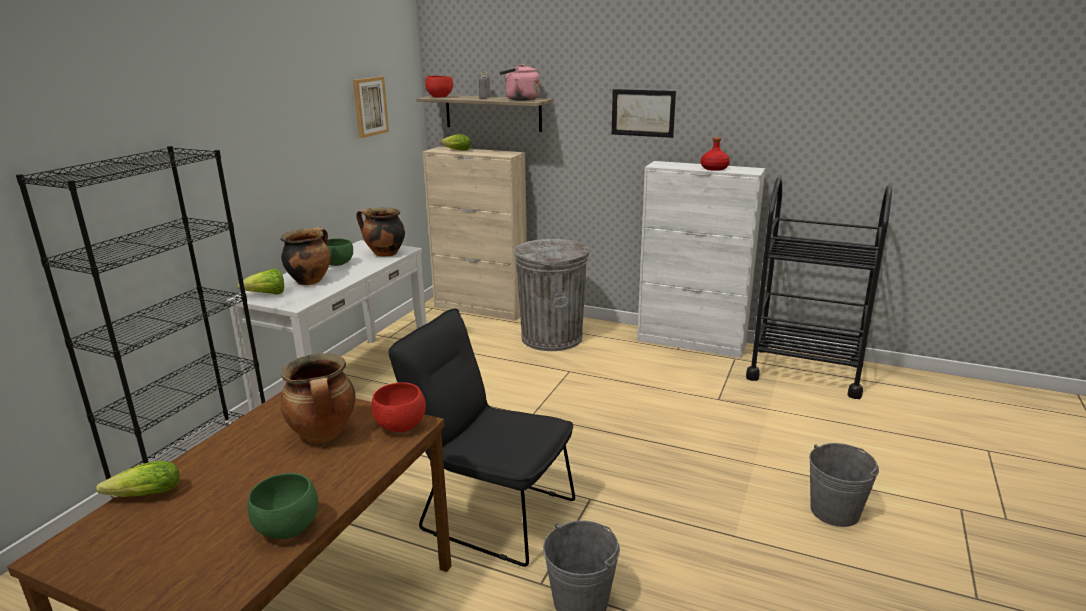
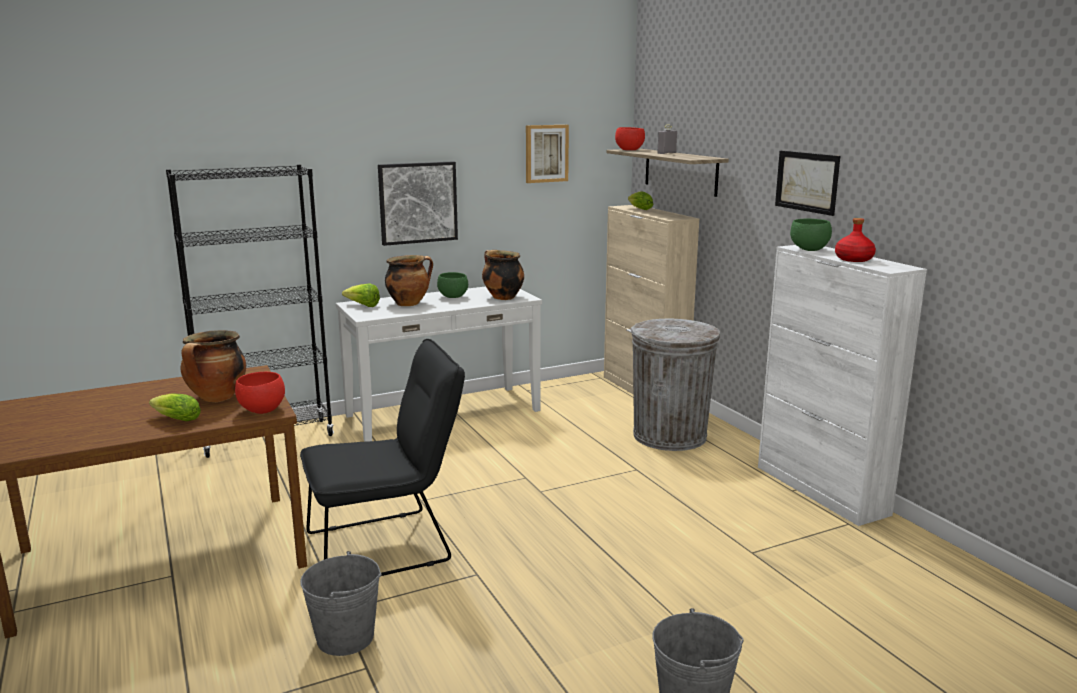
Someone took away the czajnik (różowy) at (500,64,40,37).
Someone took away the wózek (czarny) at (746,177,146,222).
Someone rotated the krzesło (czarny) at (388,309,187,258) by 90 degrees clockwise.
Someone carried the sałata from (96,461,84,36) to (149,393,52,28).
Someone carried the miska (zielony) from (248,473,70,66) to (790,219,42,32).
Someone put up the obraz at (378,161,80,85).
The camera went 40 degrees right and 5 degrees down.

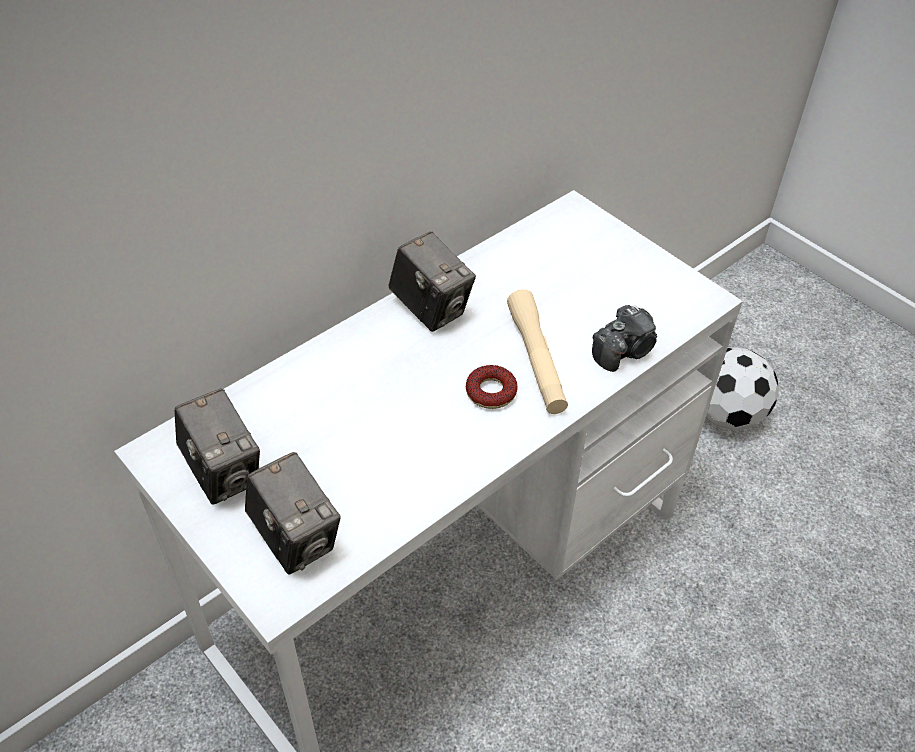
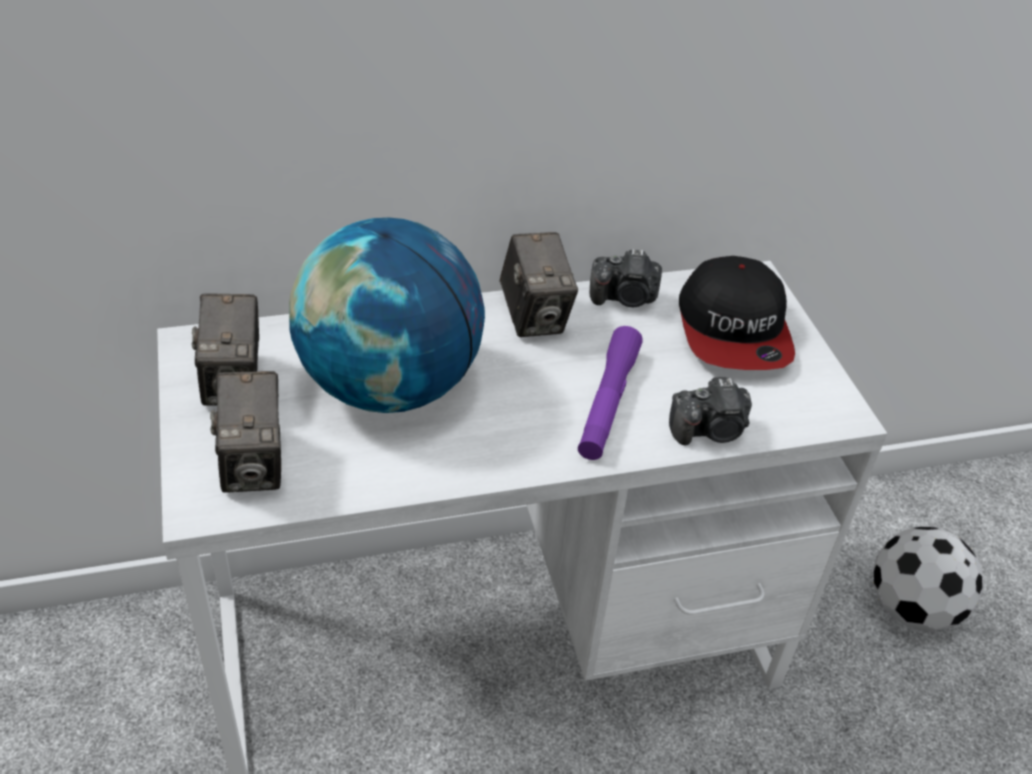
Someone repainted the latarka (beżowy) at (507,289,61,125), which became the latarka (fioletowy) at (578,326,65,134).
Someone took away the donut at (466,365,52,44).
Someone put down the globus at (289,217,196,196).
Someone put down the aparat fotograficzny at (590,249,72,58).
Someone put down the czapka z daszkiem at (679,256,116,114).
The camera went 25 degrees right and 5 degrees down.

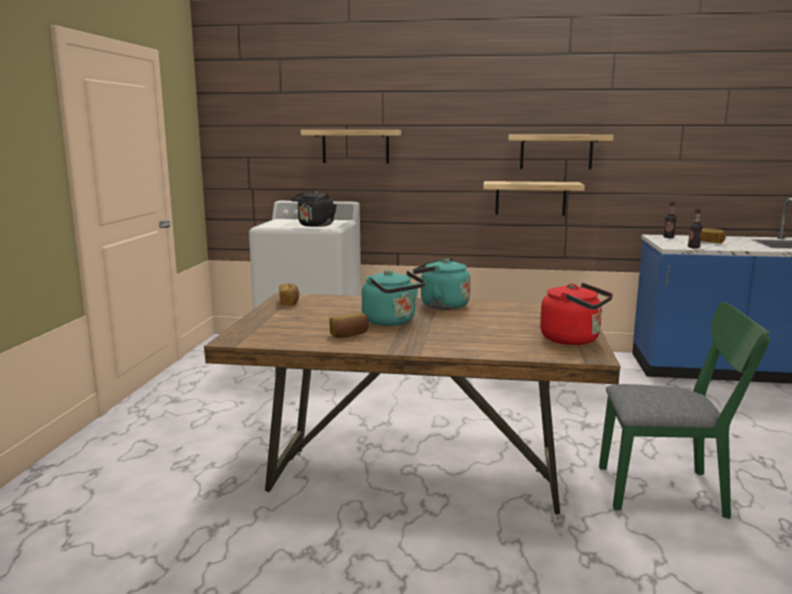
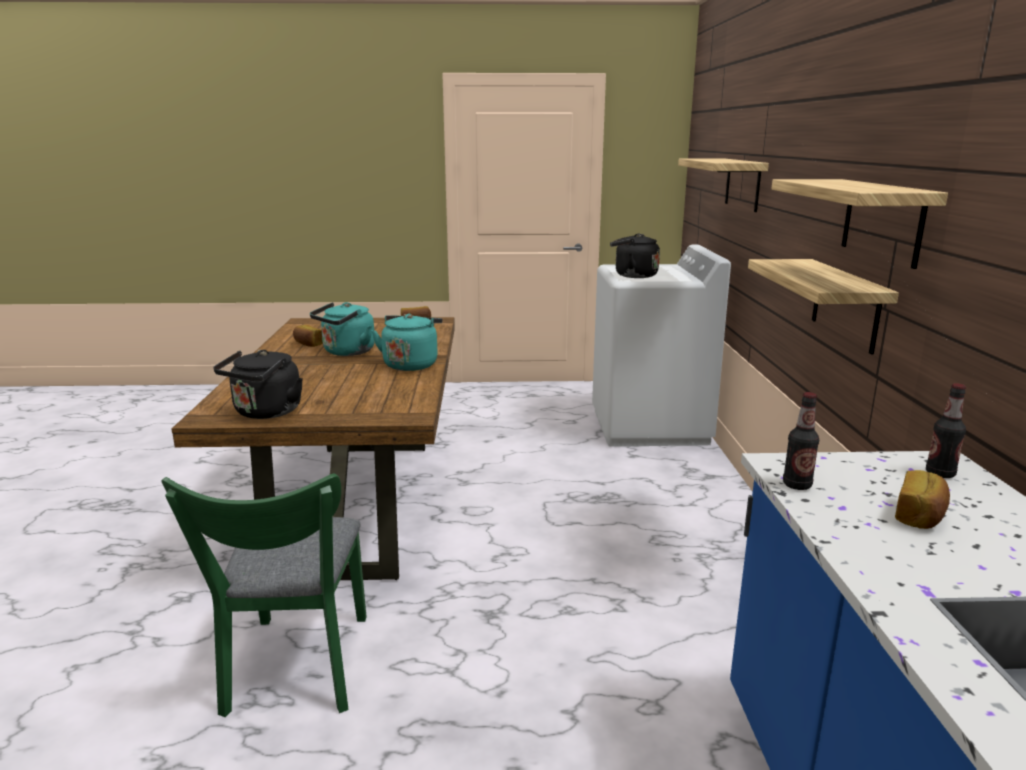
Someone repainted the czajnik (czerwony) at (540,283,73,62), which became the czajnik (czarny) at (213,350,90,69).
The camera went 80 degrees right and 5 degrees up.

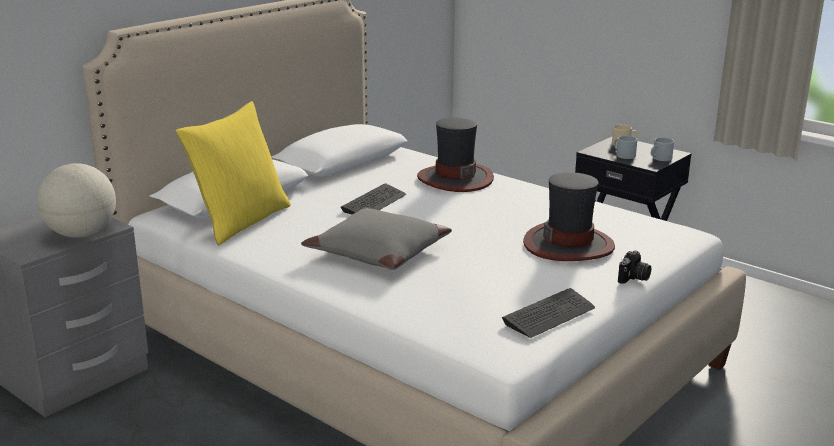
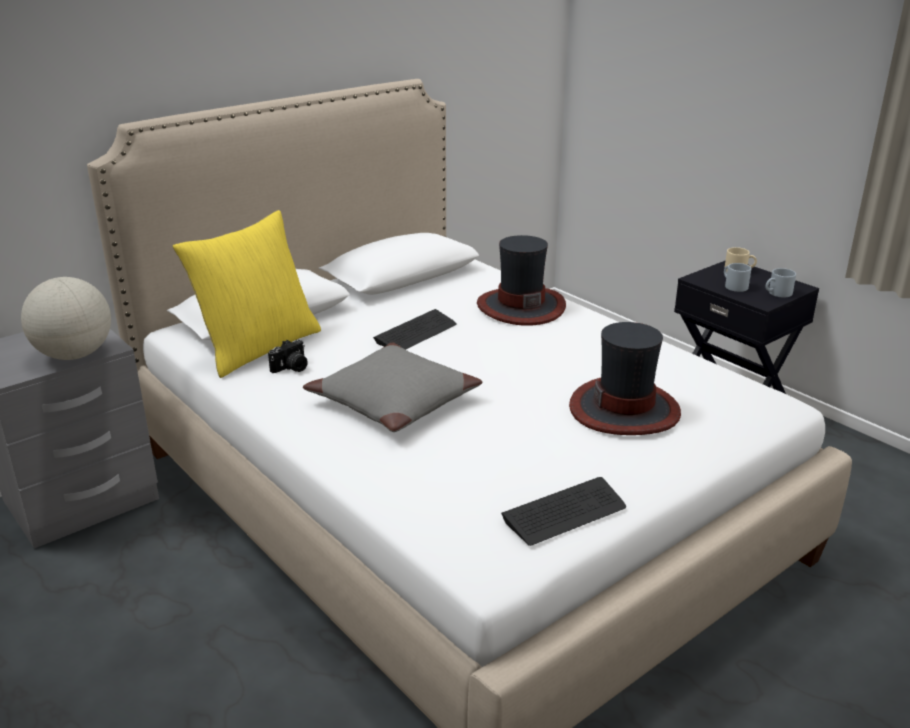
Someone carried the aparat fotograficzny from (618,251,33,33) to (268,340,40,33).
The camera went 10 degrees right and 5 degrees up.

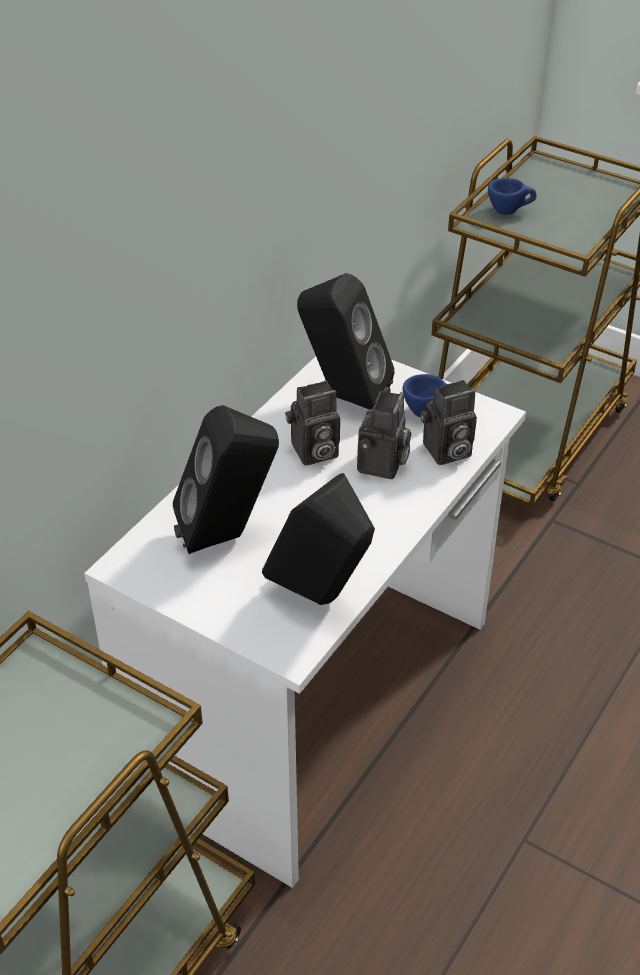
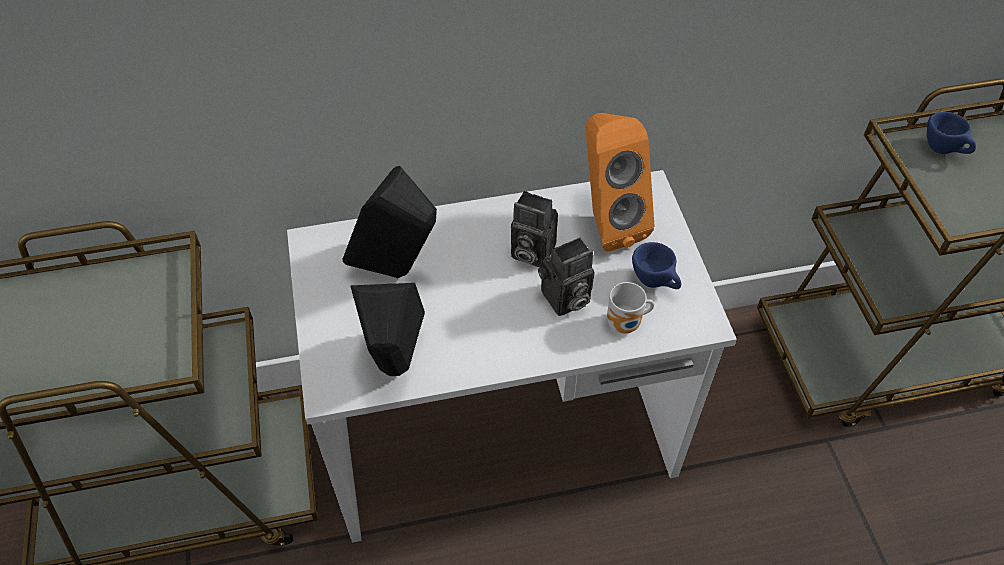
Someone repainted the głośnik (czarny) at (297,273,98,136), which became the głośnik (pomarańczowy) at (585,113,69,138).
Someone swapped the aparat fotograficzny at (420,380,57,85) for the kubek at (607,282,47,52).
The camera went 45 degrees right and 10 degrees up.

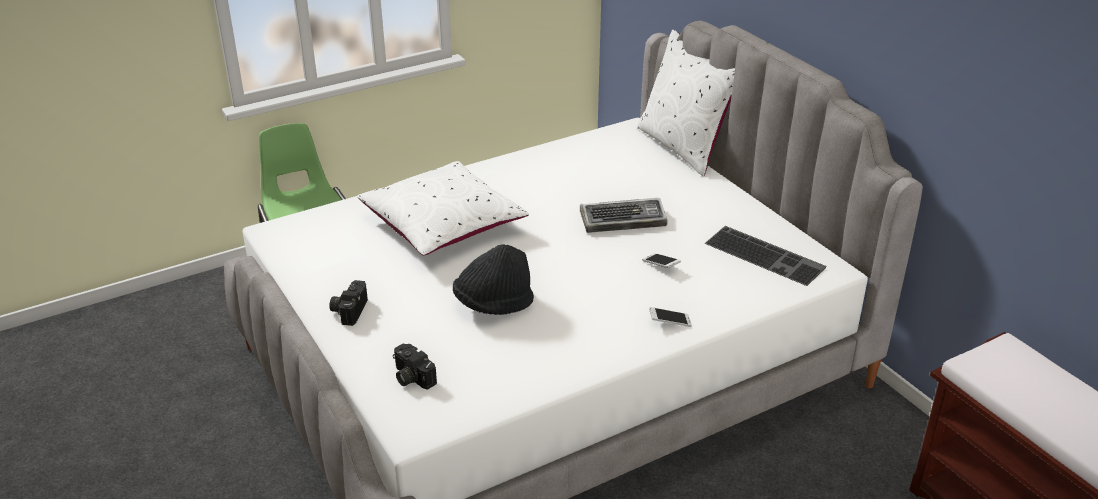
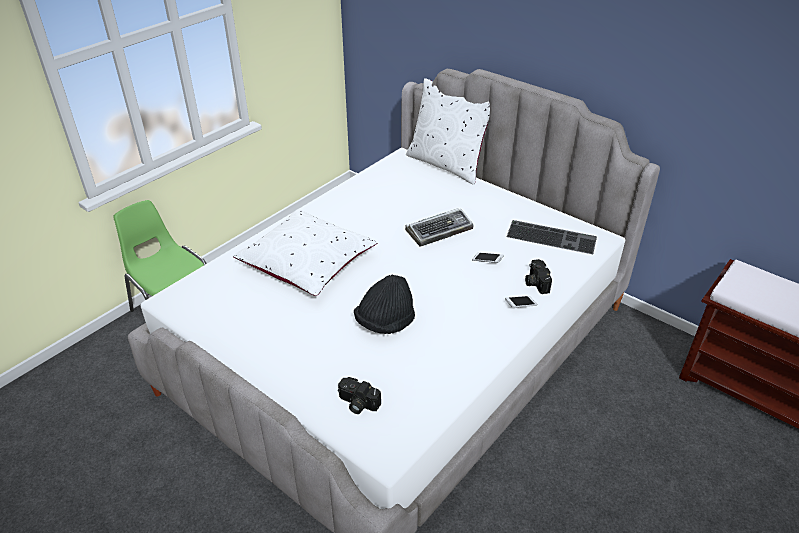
Someone carried the aparat fotograficzny from (330,280,38,46) to (525,259,27,35).
The camera went 20 degrees left and 5 degrees up.

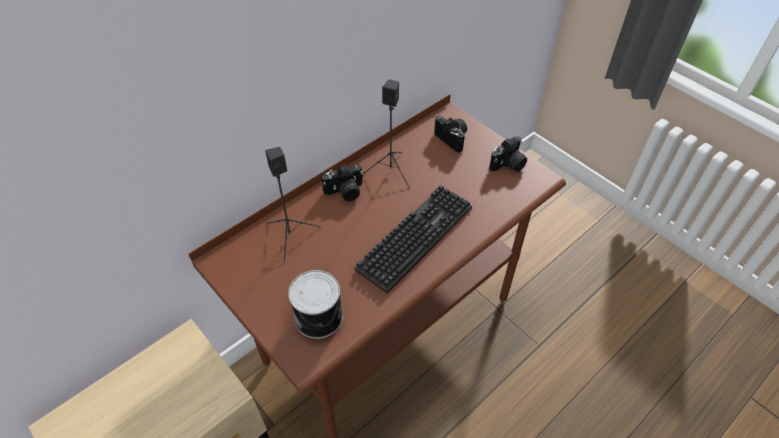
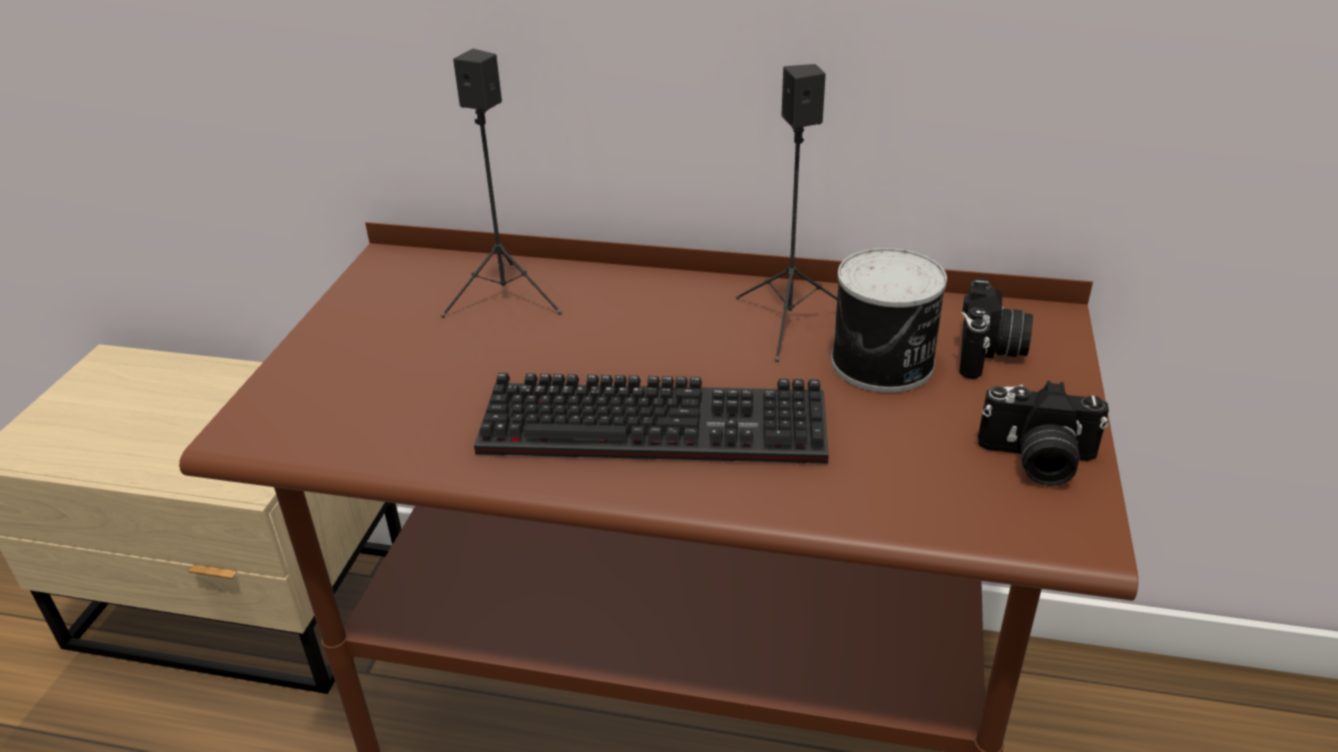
Someone took away the aparat fotograficzny at (321,165,42,36).
Someone carried the puszka from (288,270,55,69) to (831,248,116,145).
The camera went 55 degrees right and 15 degrees down.

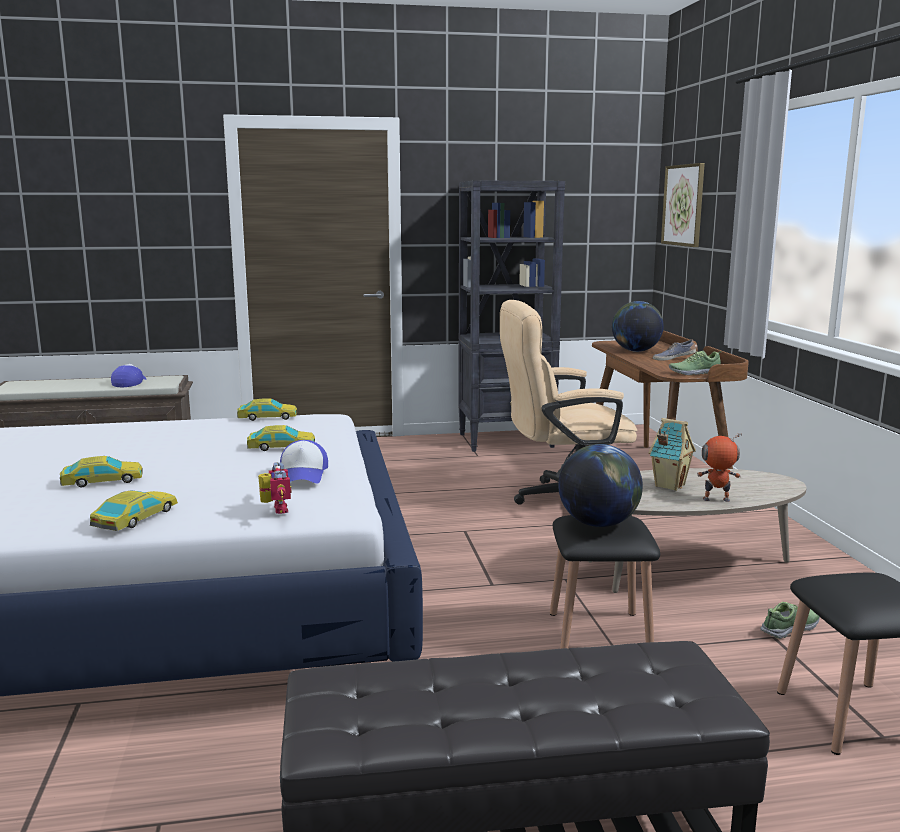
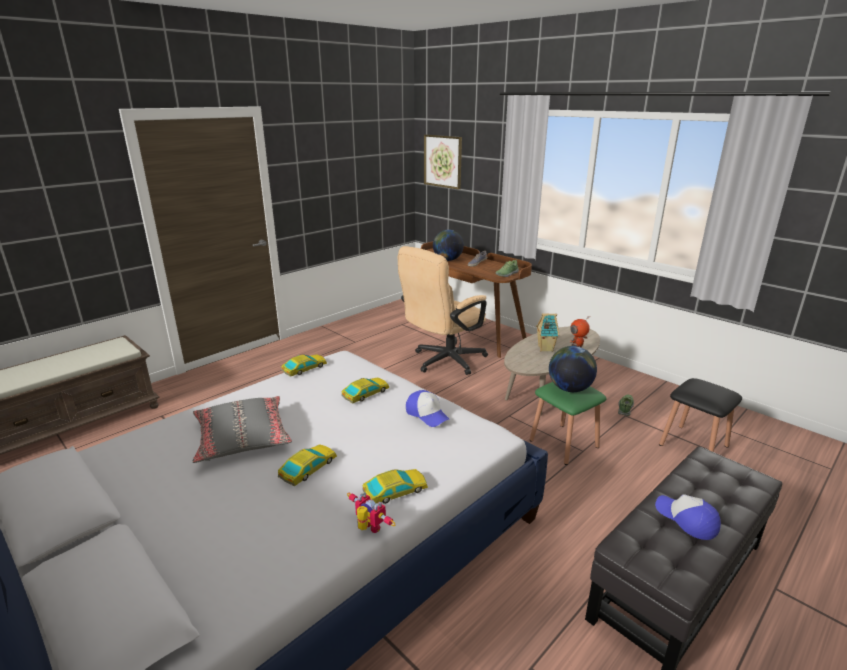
Someone took away the regał (czarny) at (458,180,107,272).
Someone carried the czapka z daszkiem from (111,364,35,23) to (655,494,66,46).
Someone carried the robot zabawkowy from (258,462,34,52) to (347,492,49,41).
Someone rotated the samochodzik at (90,490,88,41) by 75 degrees clockwise.
Someone repainted the stołek (czarny) at (550,515,110,134), which became the stołek (zielony) at (530,382,77,83).
Someone put down the poduszka (szary) at (193,396,99,67).
The camera went 35 degrees left and 10 degrees up.

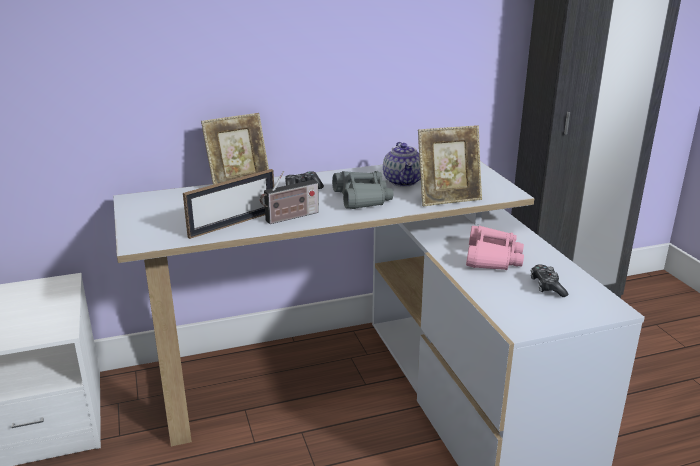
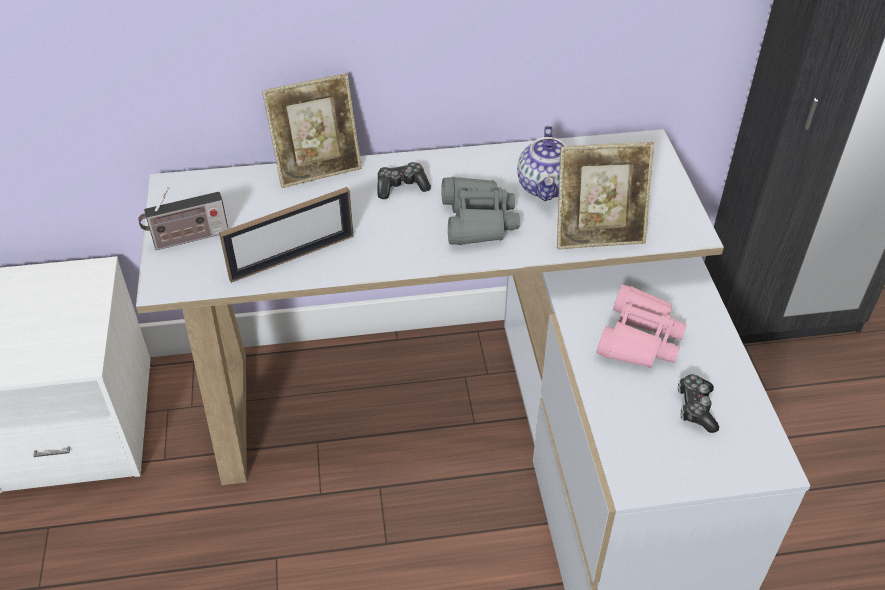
Someone carried the radio from (260,171,59,53) to (138,187,90,63).
The camera went 10 degrees right and 20 degrees up.

